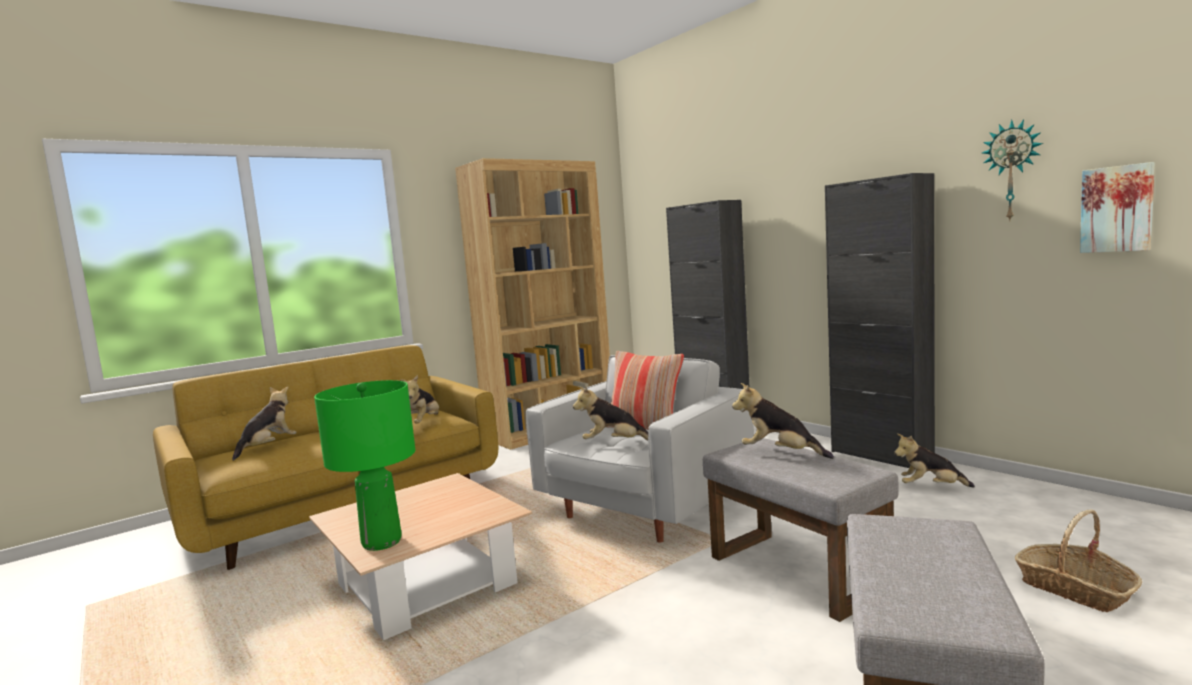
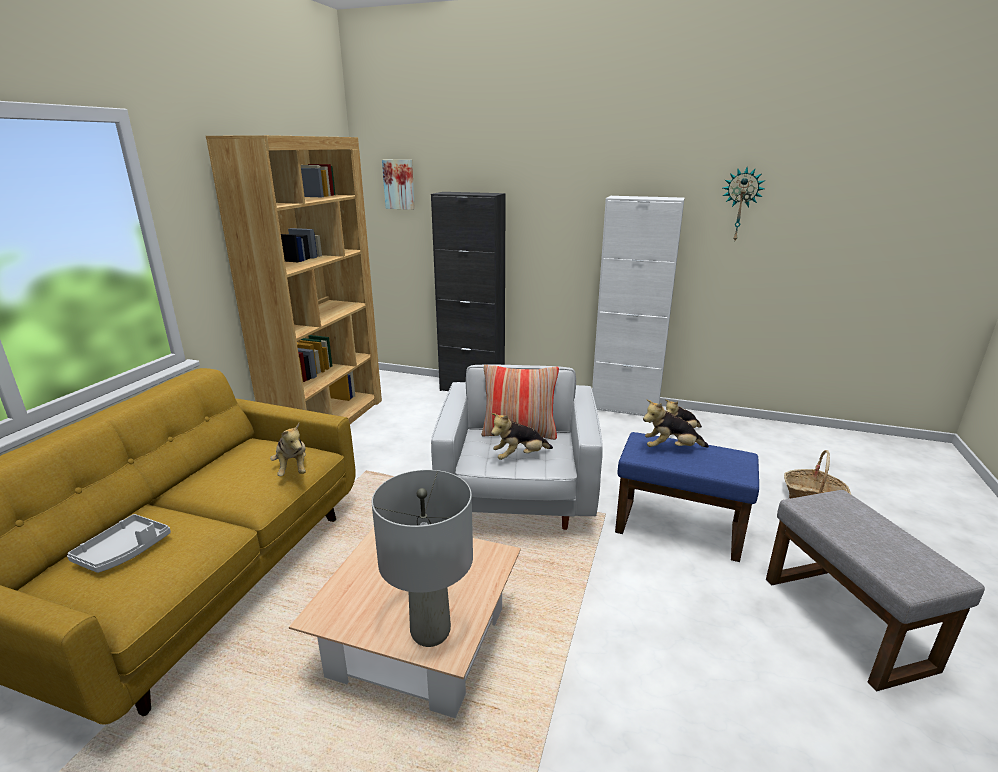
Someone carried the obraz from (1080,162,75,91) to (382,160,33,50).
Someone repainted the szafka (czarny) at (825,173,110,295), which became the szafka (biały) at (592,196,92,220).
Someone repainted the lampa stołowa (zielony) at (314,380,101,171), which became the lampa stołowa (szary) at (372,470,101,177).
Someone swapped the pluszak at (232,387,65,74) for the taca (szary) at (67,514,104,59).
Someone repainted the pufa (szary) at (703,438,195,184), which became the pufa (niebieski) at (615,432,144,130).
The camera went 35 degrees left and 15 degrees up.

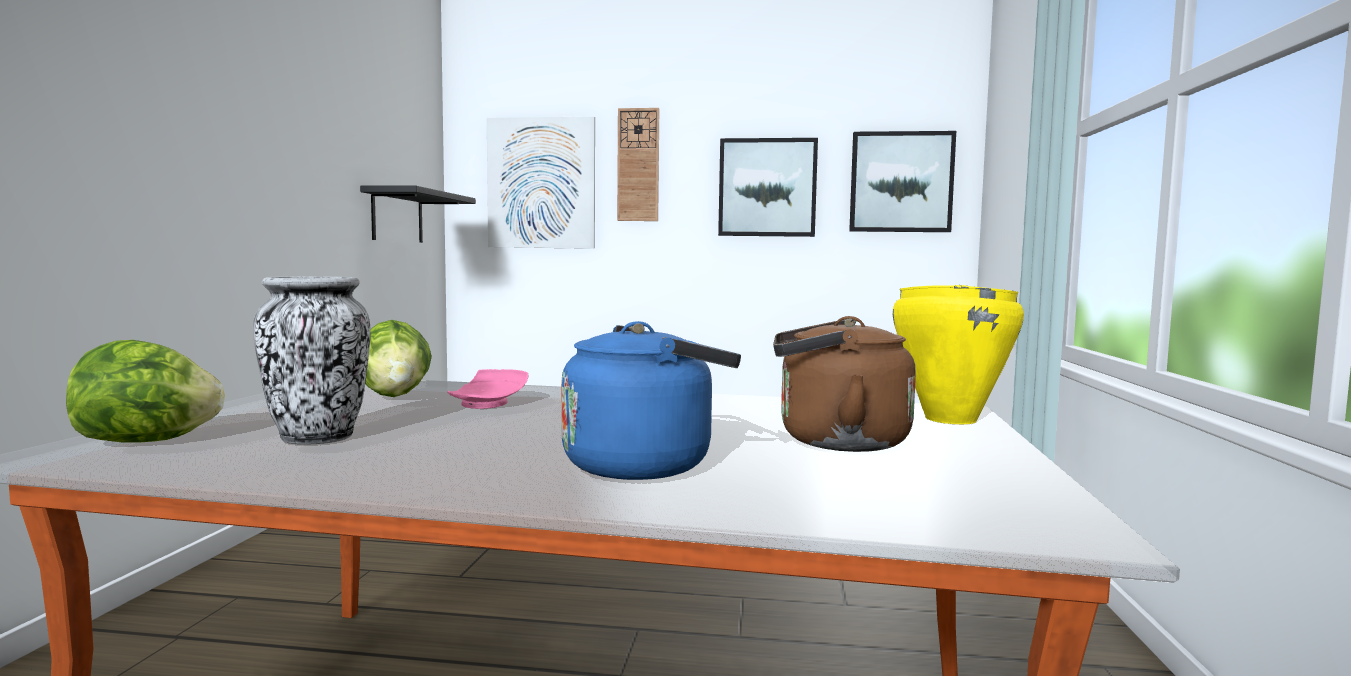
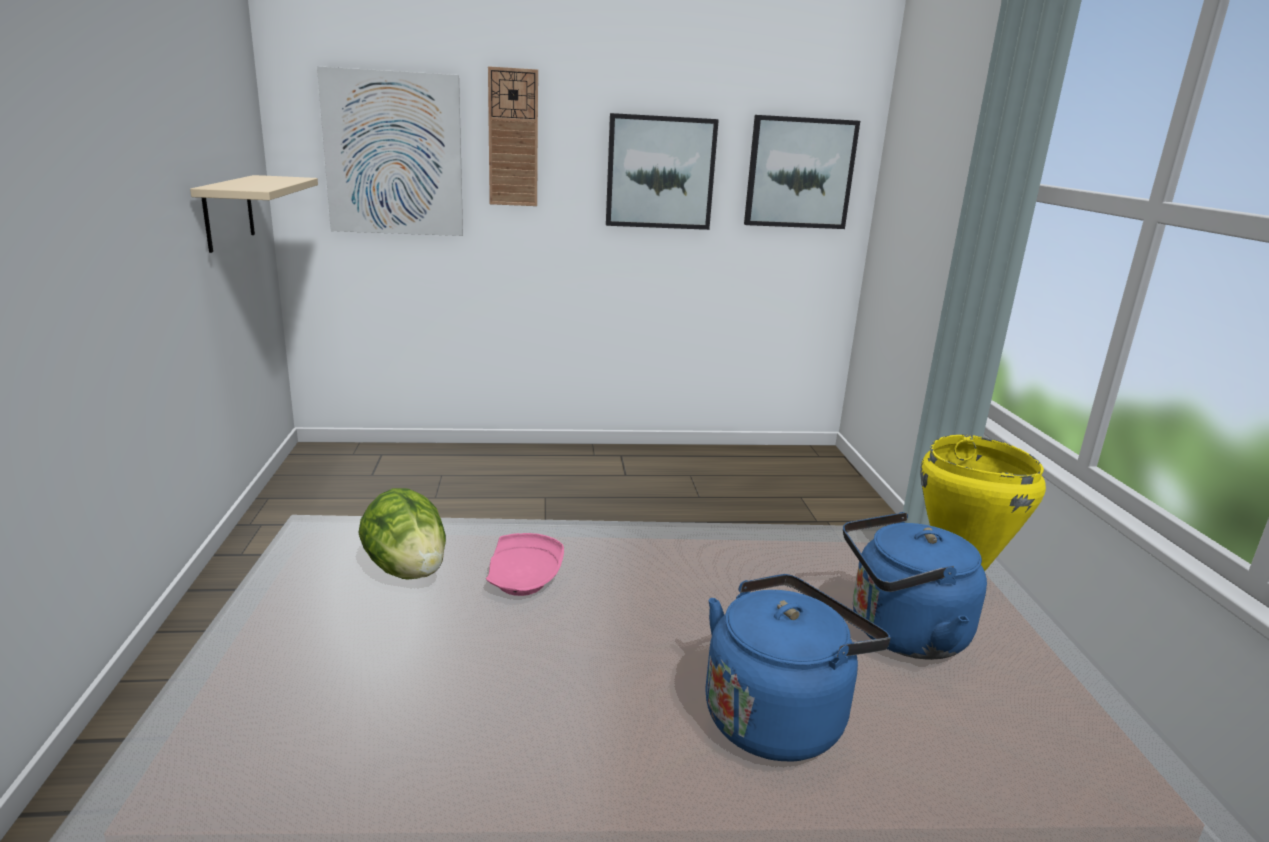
Someone repainted the półka (czarny) at (360,185,116,58), which became the półka (beżowy) at (190,175,128,78).
Someone took away the wazon at (253,276,117,169).
Someone repainted the czajnik (brązowy) at (773,316,143,136), which became the czajnik (niebieski) at (843,512,144,148).
Someone took away the sałata at (66,340,159,103).
The camera went 15 degrees left and 15 degrees up.

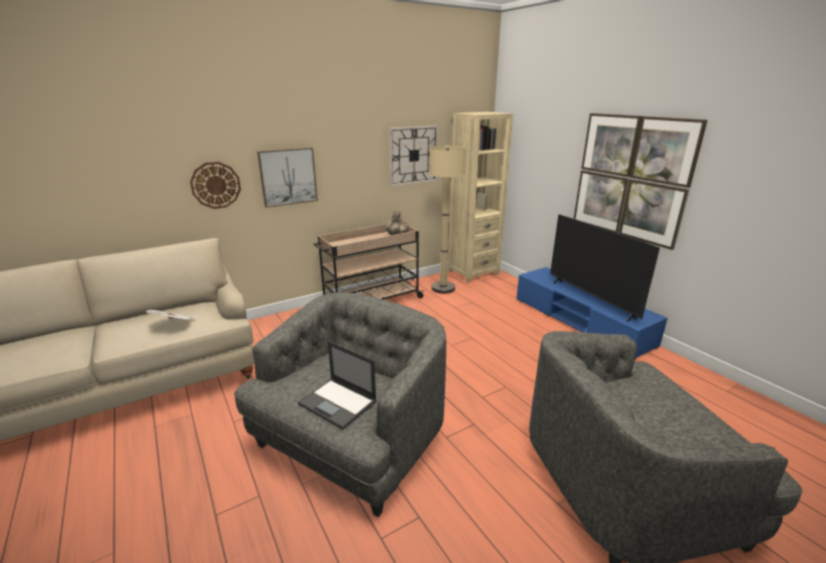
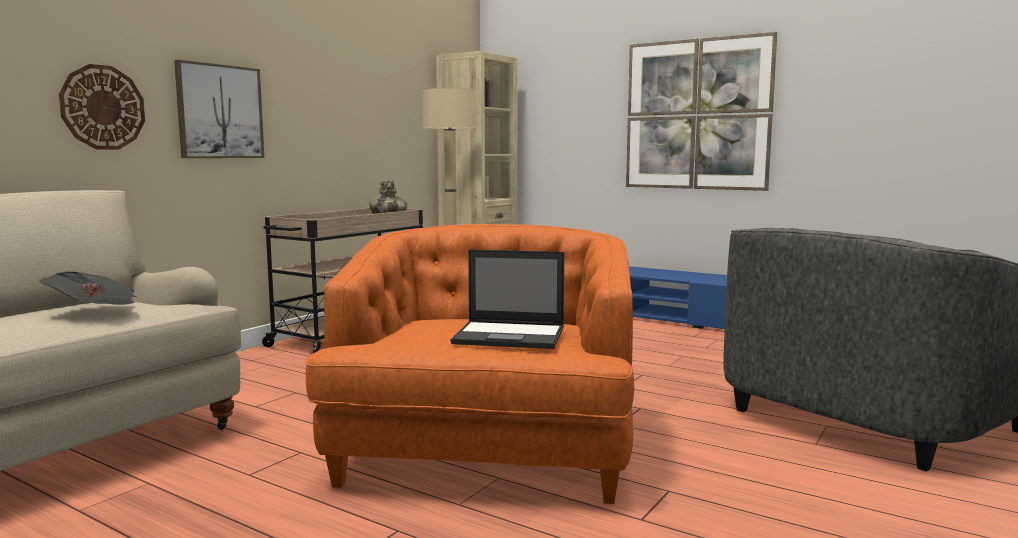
Someone took away the zegar ścienny at (389,125,49,62).
Someone took away the telewizor at (550,214,110,108).
Someone repainted the fotel (szary) at (234,292,212,225), which became the fotel (pomarańczowy) at (306,224,329,280).
The camera went 25 degrees left and 15 degrees down.

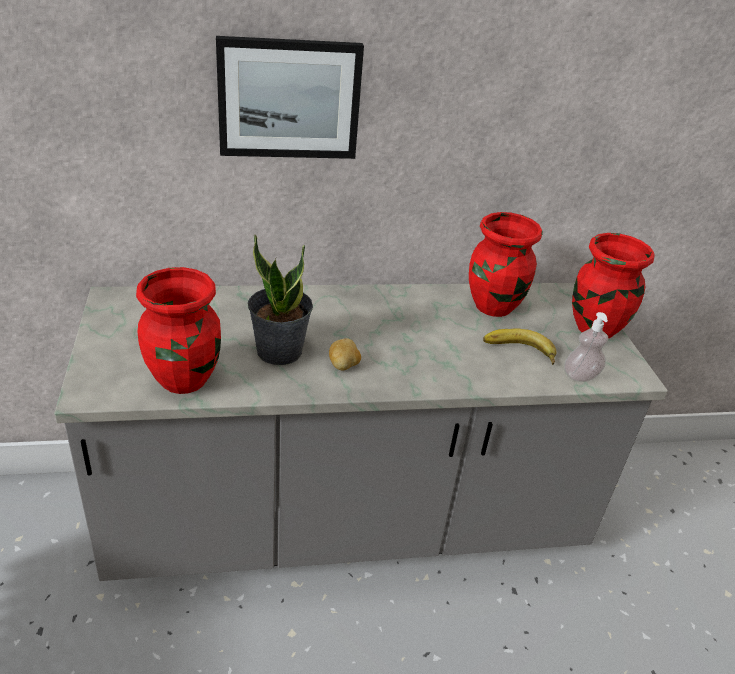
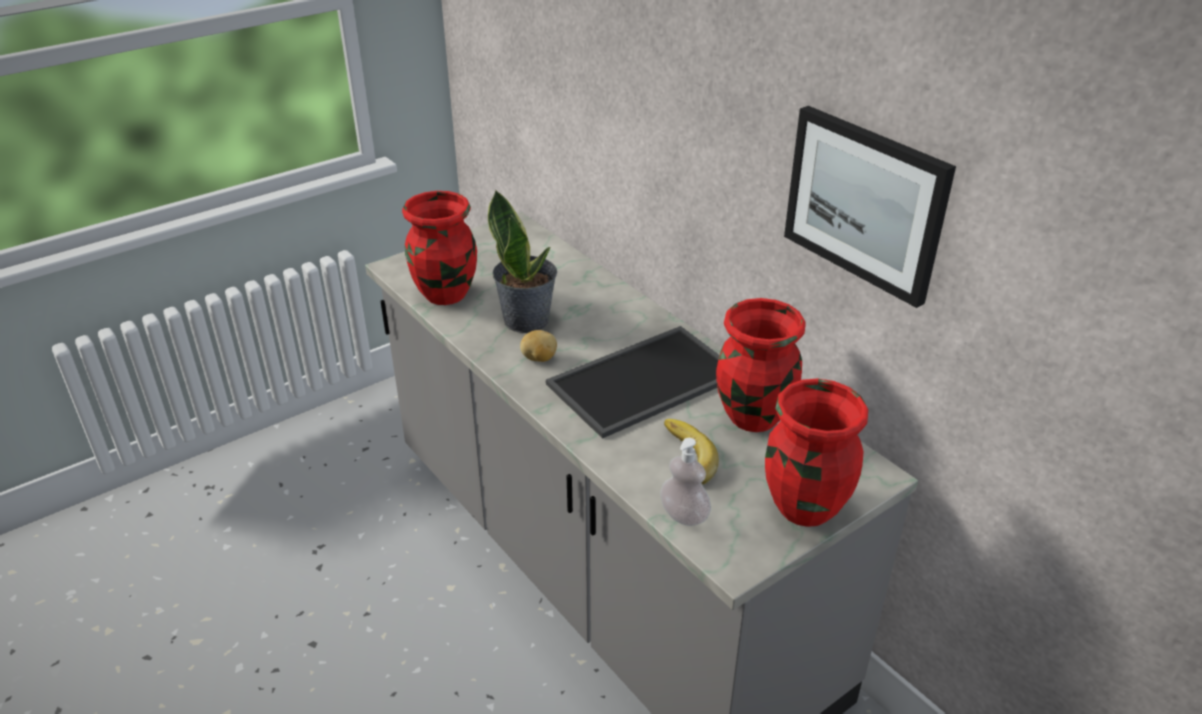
Someone carried the obraz from (216,36,148,123) to (784,106,172,202).
Someone put down the taca at (546,326,173,113).
The camera went 65 degrees right and 0 degrees up.

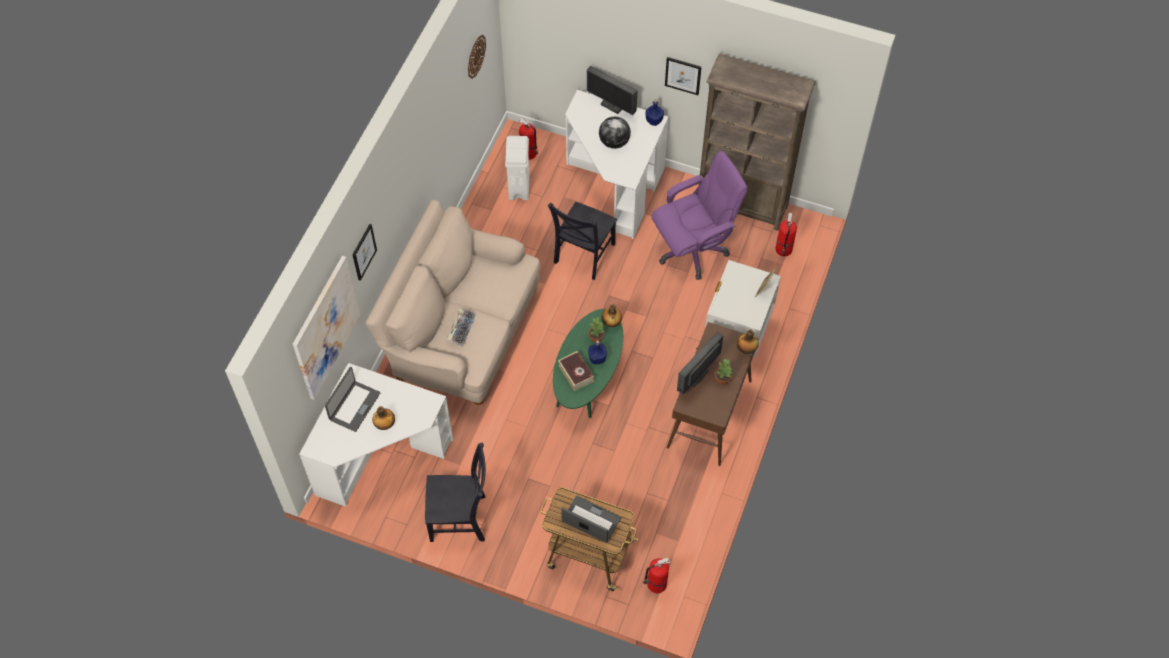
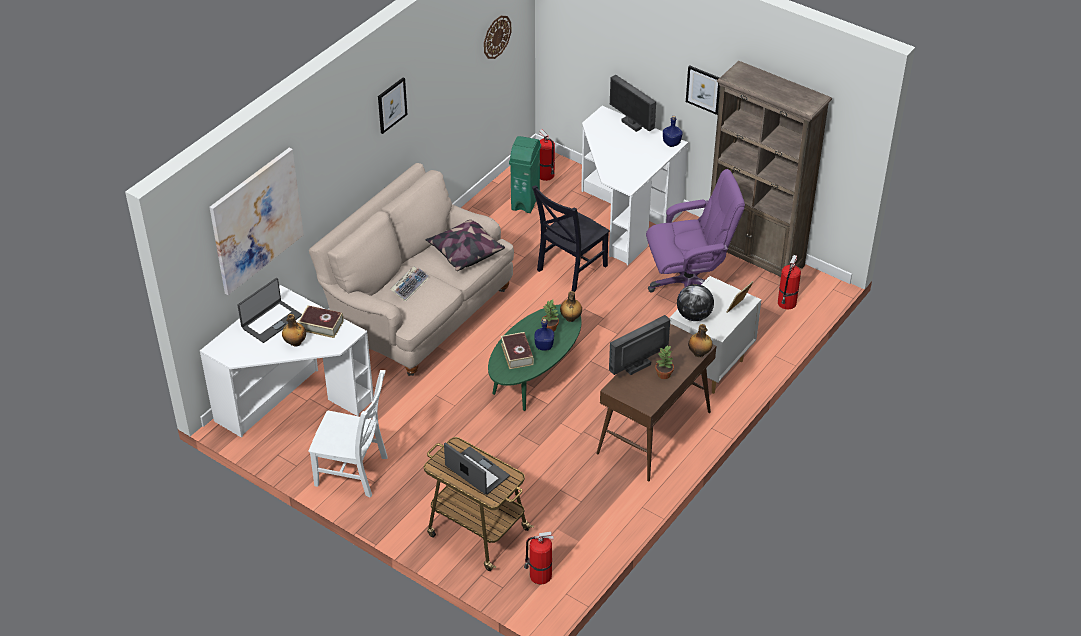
Someone carried the globus from (599,117,32,32) to (677,284,37,37).
Someone repainted the kosz na śmieci (biały) at (505,136,25,64), which became the kosz na śmieci (zielony) at (509,136,32,77).
Someone carried the obraz from (352,224,25,57) to (378,77,30,57).
Someone repainted the krzesło (czarny) at (425,443,61,99), which became the krzesło (biały) at (308,370,80,128).
Someone put down the poduszka at (426,220,79,51).
Someone put down the książka at (298,305,45,33).
The camera went 15 degrees right and 15 degrees down.

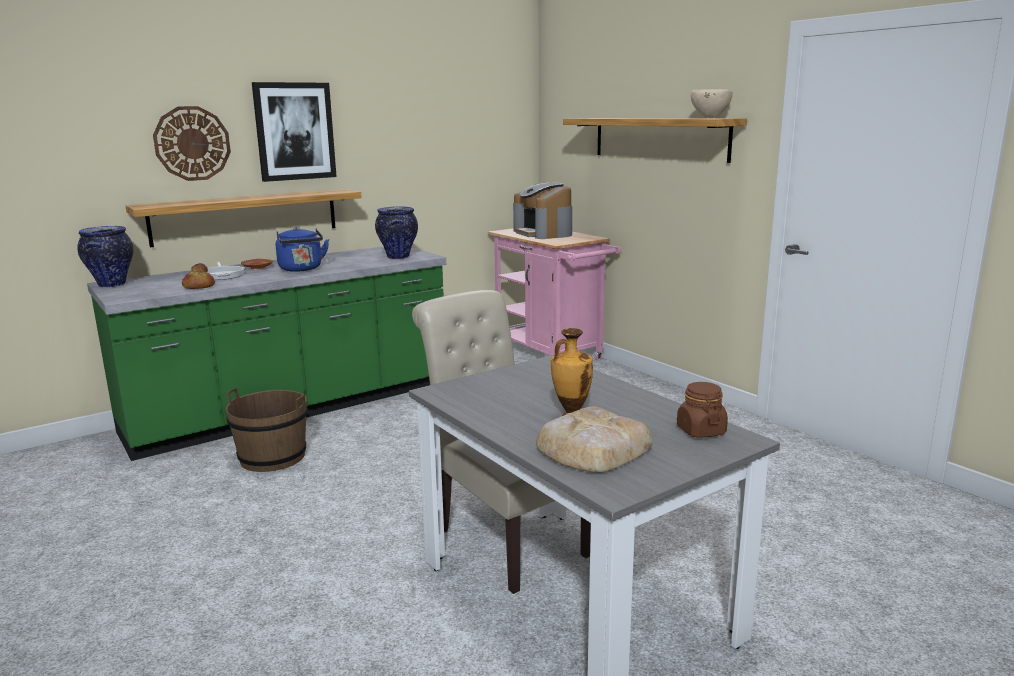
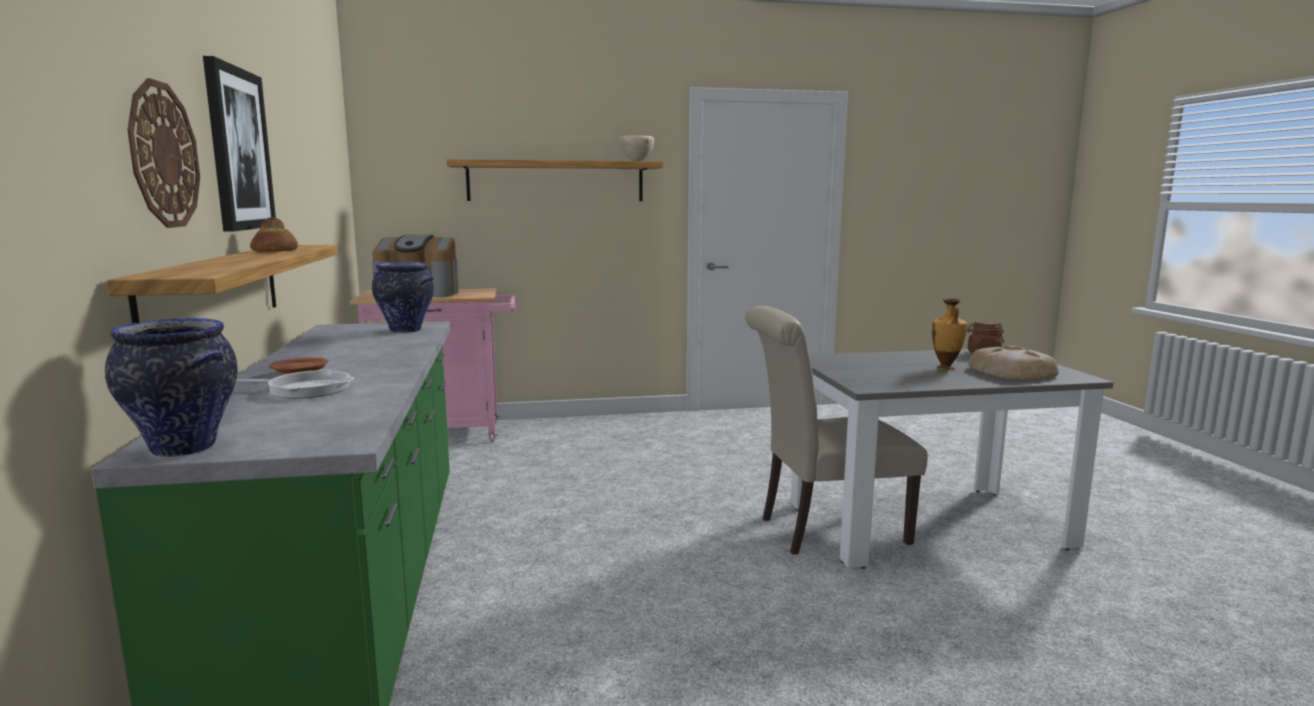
Someone took away the czajnik (niebieski) at (276,227,53,45).
Someone carried the chleb from (182,263,33,26) to (250,217,48,35).
Someone took away the wiadro (brązowy) at (226,388,82,84).
The camera went 65 degrees left and 5 degrees down.

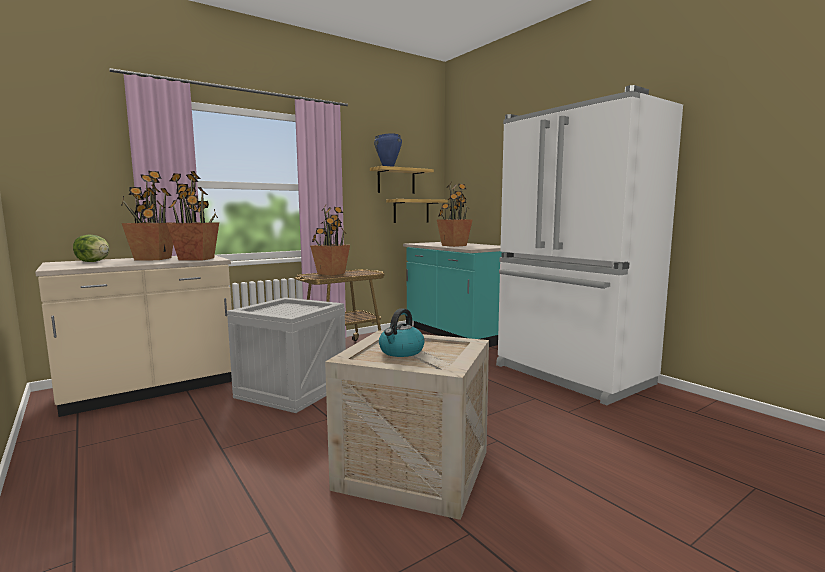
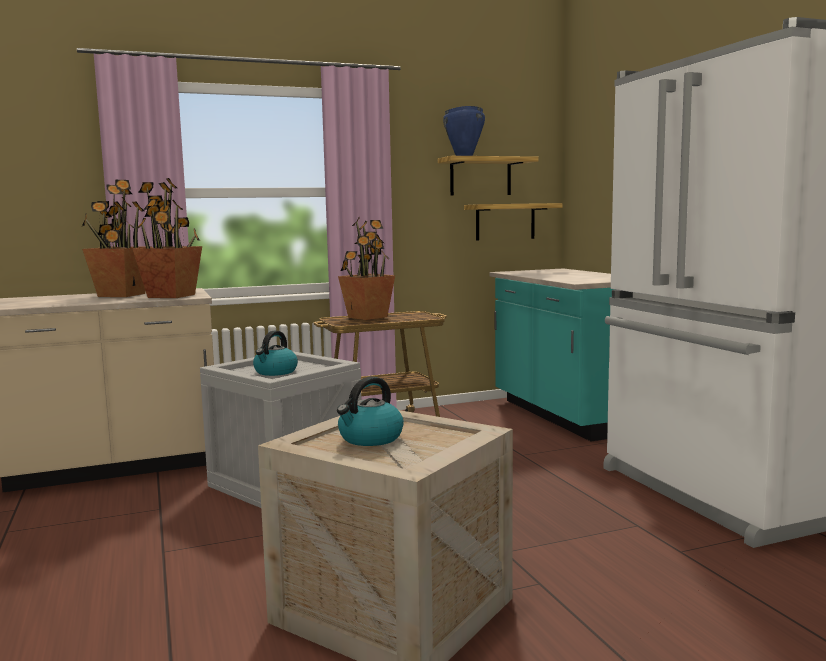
Someone took away the roślina doniczkowa at (437,182,36,65).
Someone took away the sałata at (73,235,37,27).
Someone put down the czajnik at (253,330,45,46).
The camera went 15 degrees right and 0 degrees up.

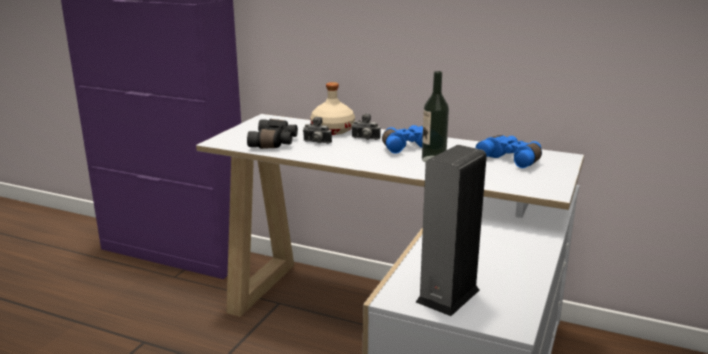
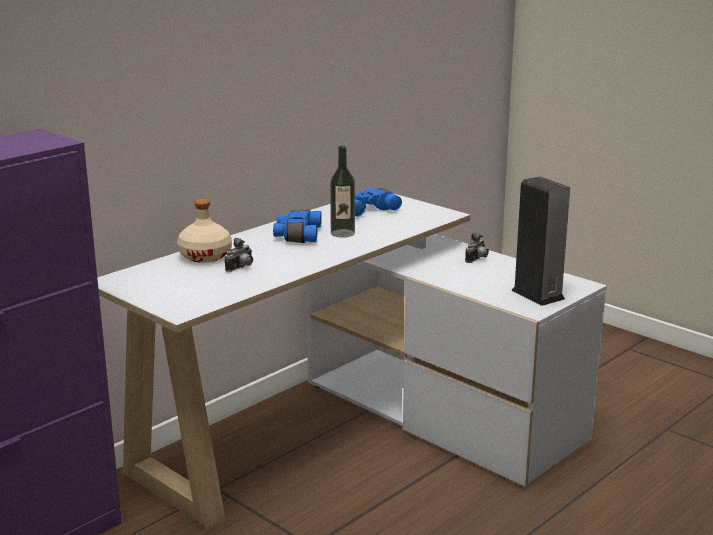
Someone carried the aparat fotograficzny from (351,113,30,27) to (465,233,24,30).
Someone took away the lornetka (czarny) at (247,119,51,30).
The camera went 70 degrees left and 0 degrees up.

